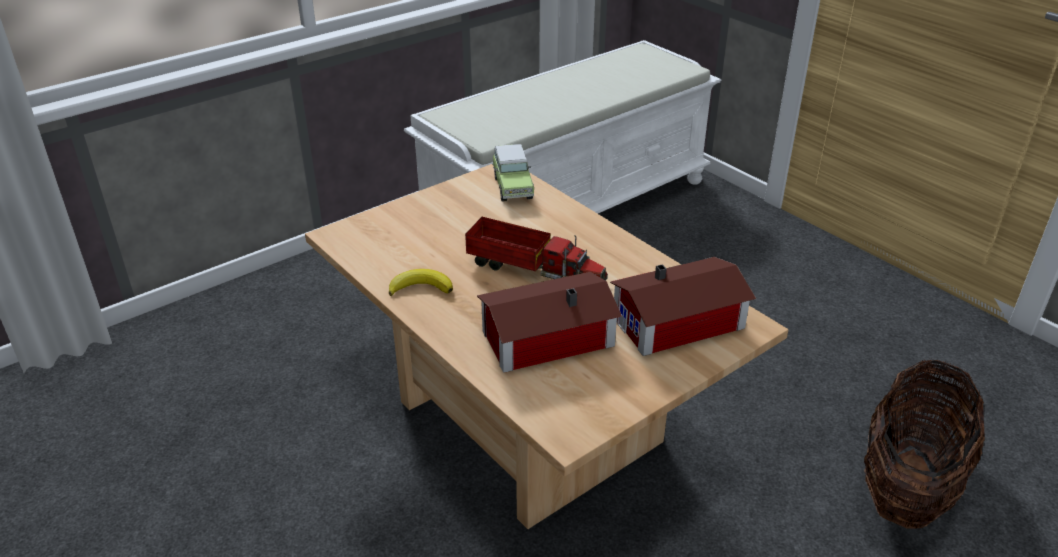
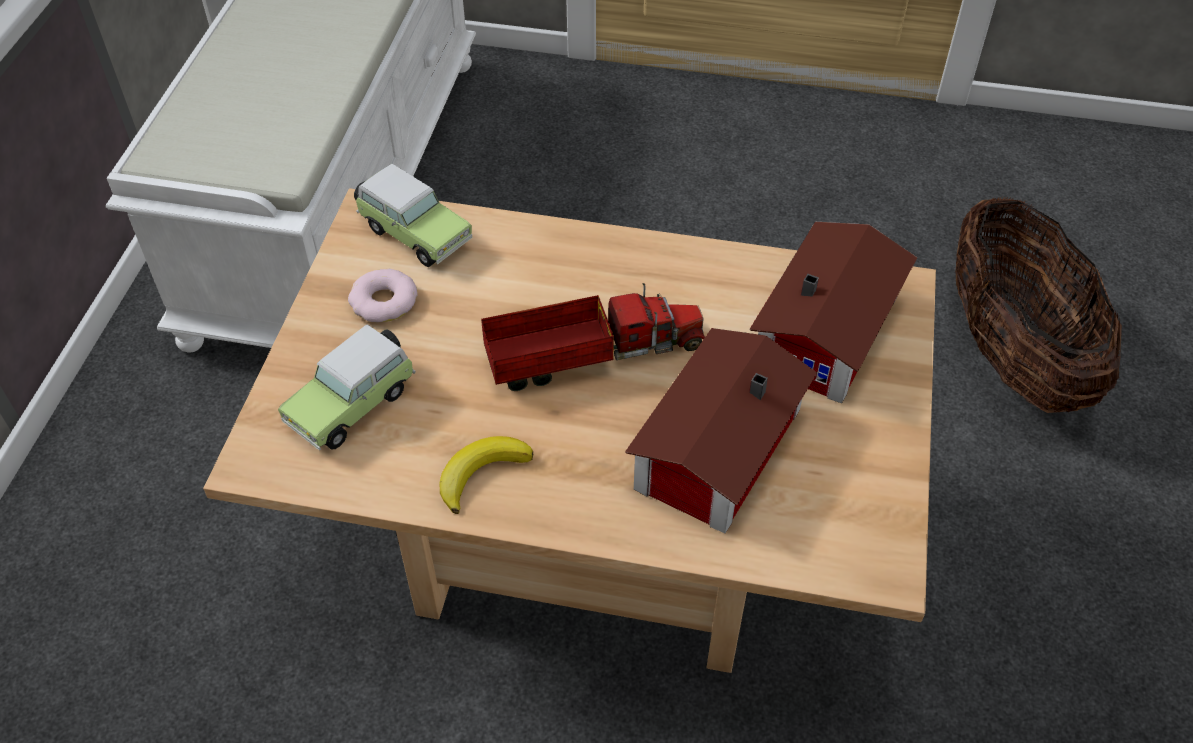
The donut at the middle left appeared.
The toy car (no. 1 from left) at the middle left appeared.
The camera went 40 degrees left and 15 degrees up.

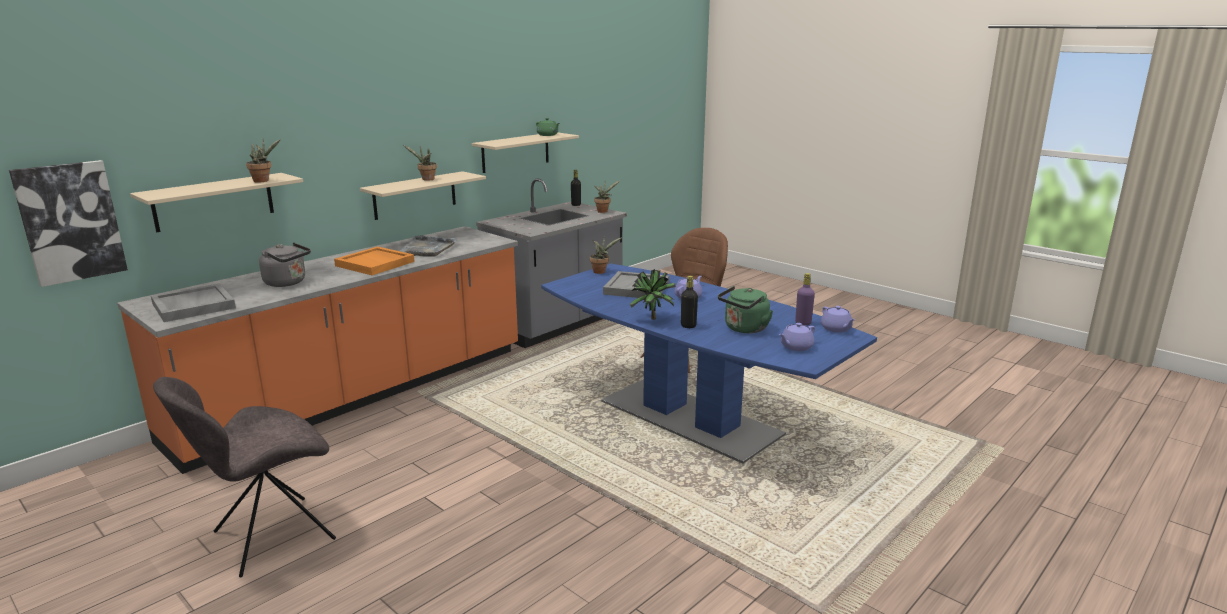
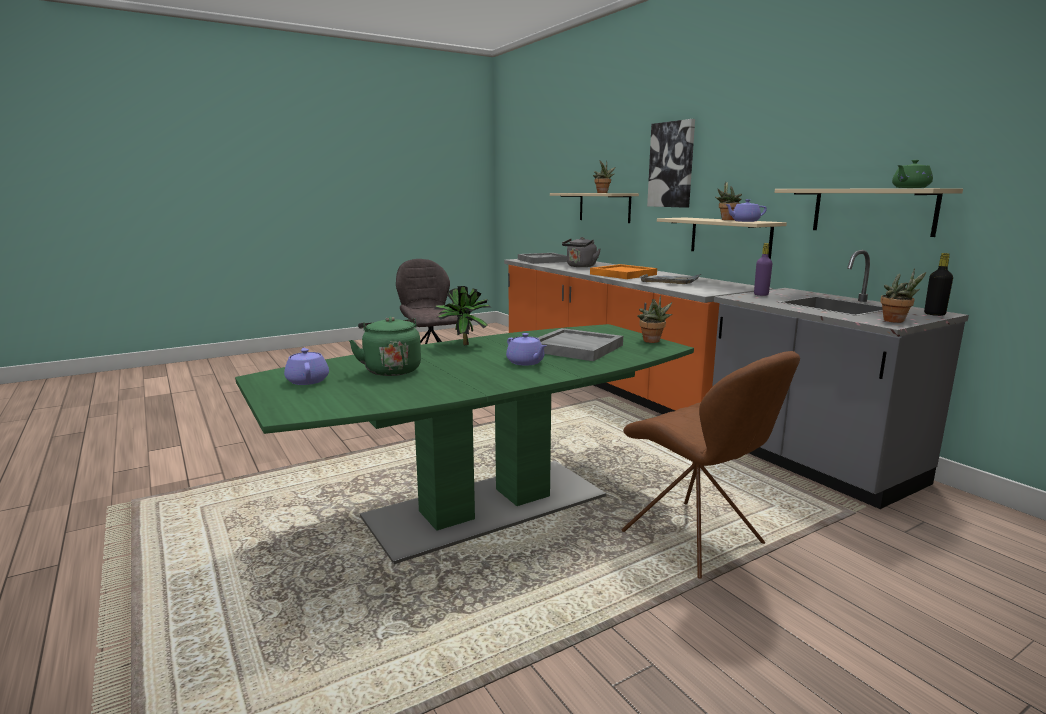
The picture moved from the middle left to the top centre.
The dining table/blue at the centre became the dining table/green at the centre.
The bottle/purple moved from the centre to the middle right.
The bottle/black (no. 2 from left) at the centre disappeared.
The teapot/purple (no. 3 from left) moved from the middle right to the top right.
The camera went 105 degrees right and 5 degrees down.

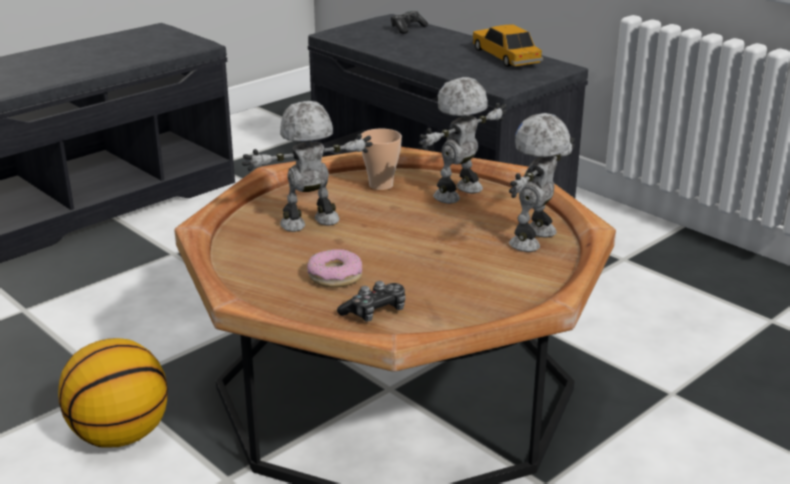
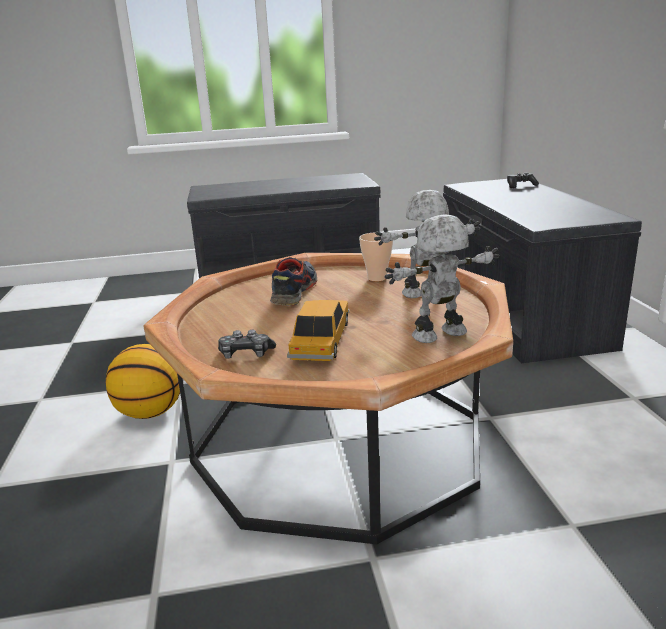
The toy car moved from the top centre to the centre.
The toy robot (no. 1 from left) at the centre was replaced by the shoe at the centre.
The donut at the centre disappeared.
The camera went 35 degrees right and 5 degrees down.

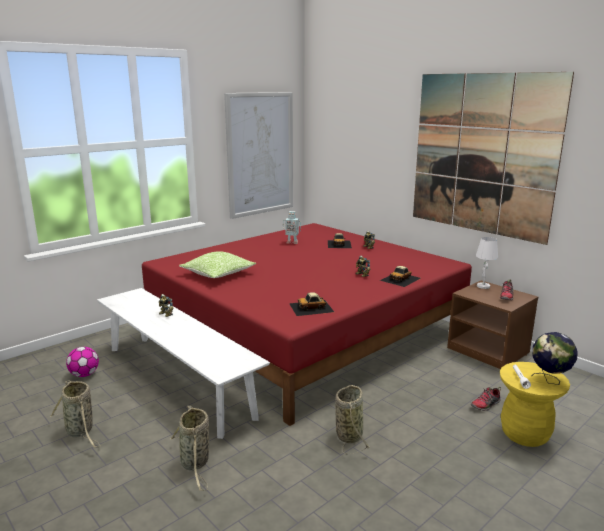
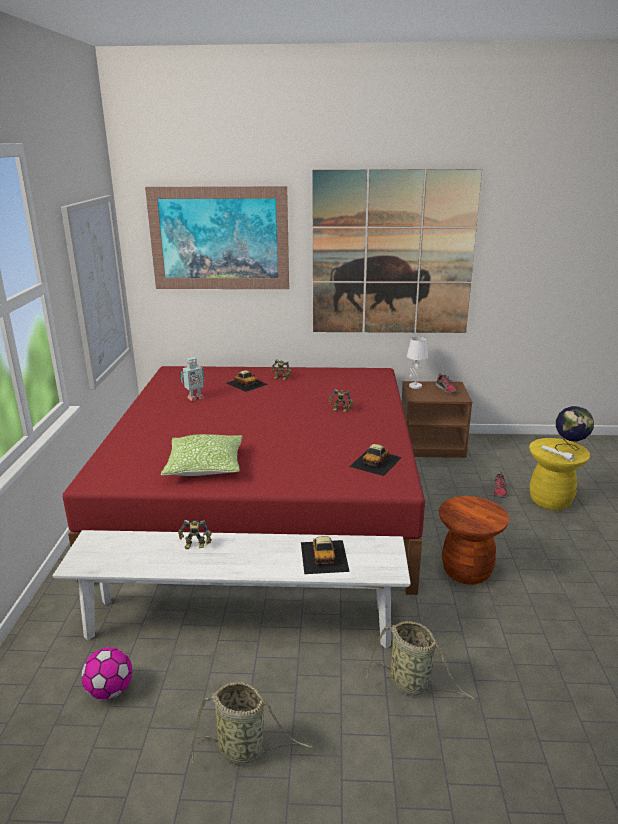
The toy car (no. 3 from left in the first image) moved from the centre to the bottom centre.
The basket (no. 3 from left) at the bottom centre was replaced by the stool/brown at the middle right.
The picture (no. 2 from left) at the top centre appeared.
The camera went 45 degrees left and 5 degrees up.

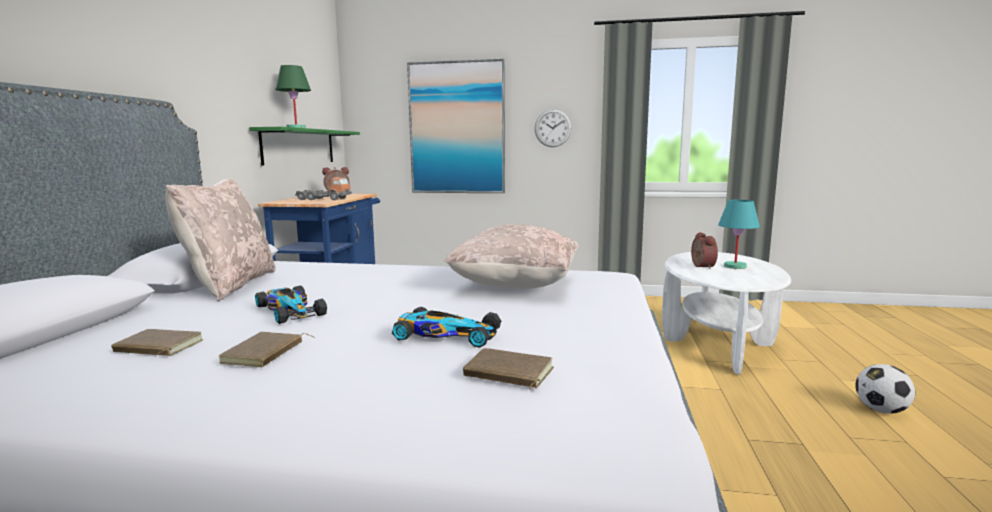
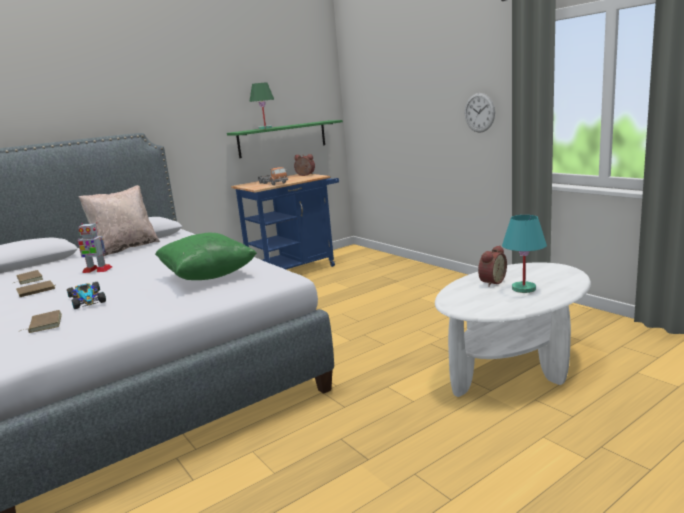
The picture at the top centre disappeared.
The pillow/beige (no. 2 from left) at the centre became the pillow/green at the middle left.
The toy car (no. 1 from left) at the middle left was replaced by the toy robot at the middle left.
The football at the bottom right disappeared.
The camera went 45 degrees right and 5 degrees up.

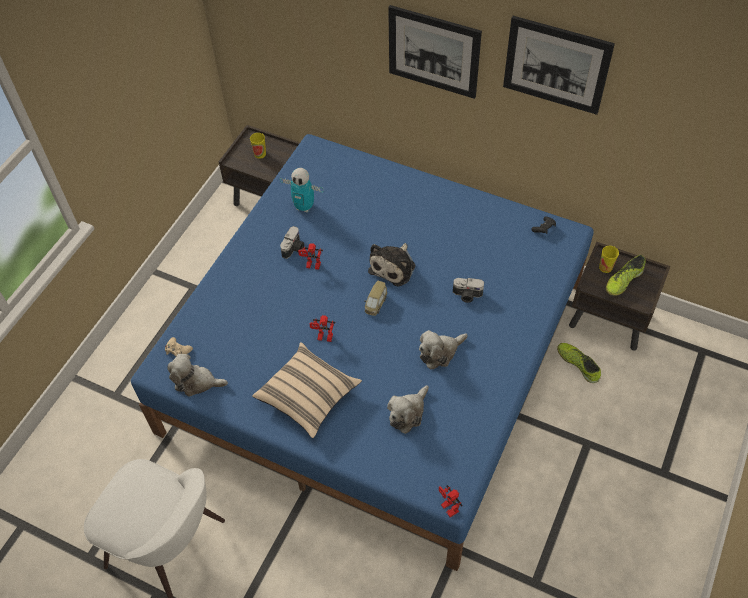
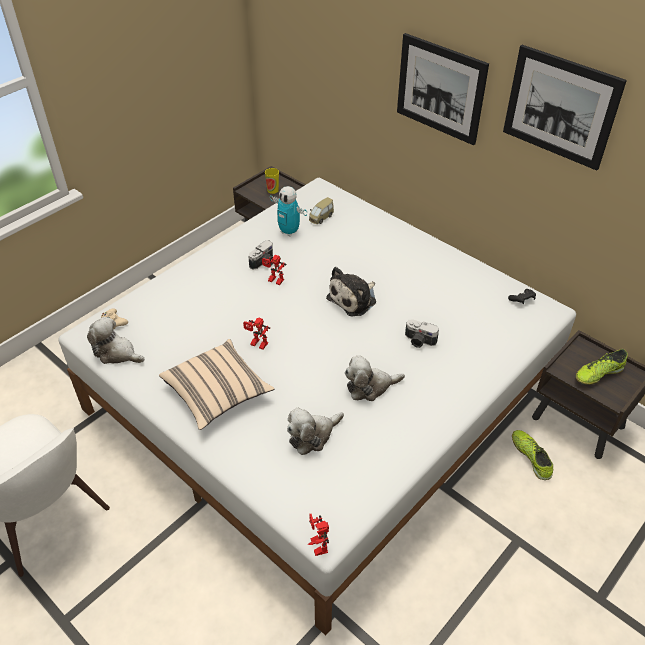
The bed/blue at the centre became the bed/white at the centre.
The cup (no. 2 from left) at the middle right disappeared.
The toy car moved from the centre to the top centre.
The camera went 15 degrees right and 10 degrees down.

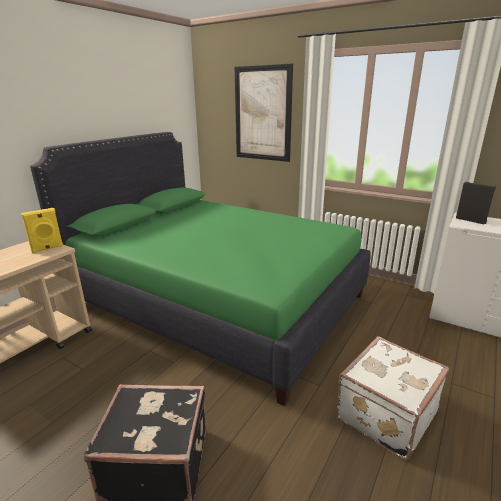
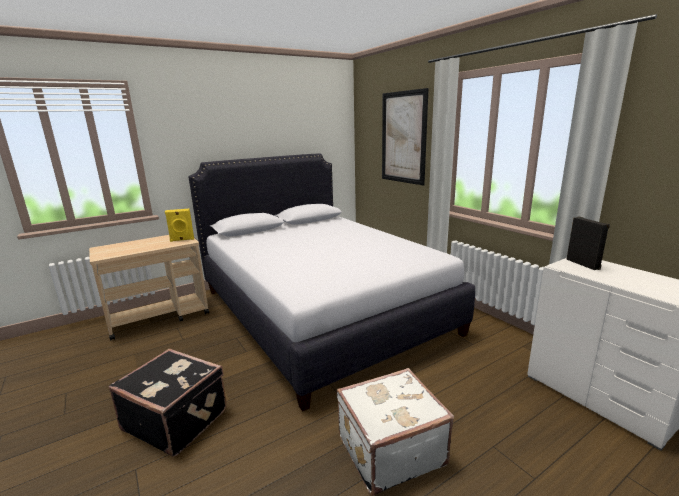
The bed/green at the centre became the bed/white at the centre.
The camera went 25 degrees right and 5 degrees down.

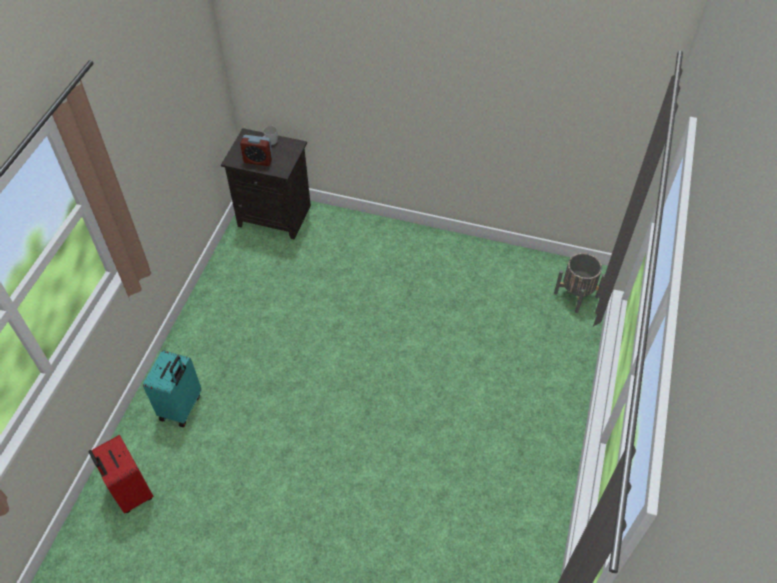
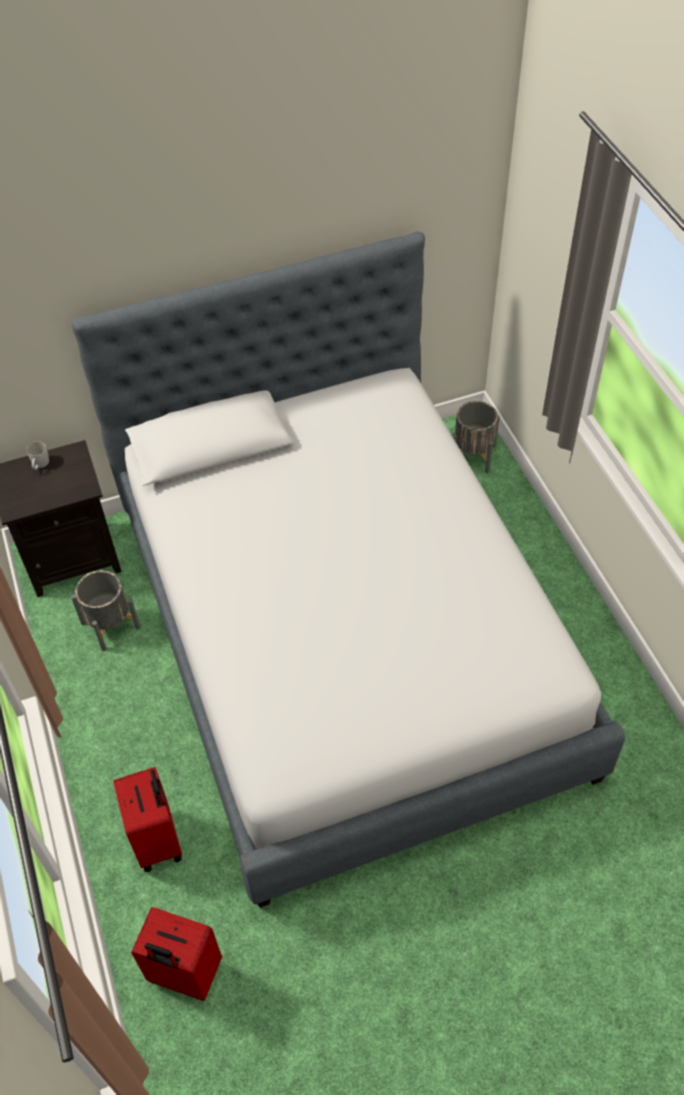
The alarm clock at the top left disappeared.
The suitcase/turquoise at the middle left became the suitcase/red (no. 1 from left) at the bottom left.
The bed at the centre appeared.
The planter/grey (no. 1 from left) at the middle left appeared.
The camera went 35 degrees left and 0 degrees up.

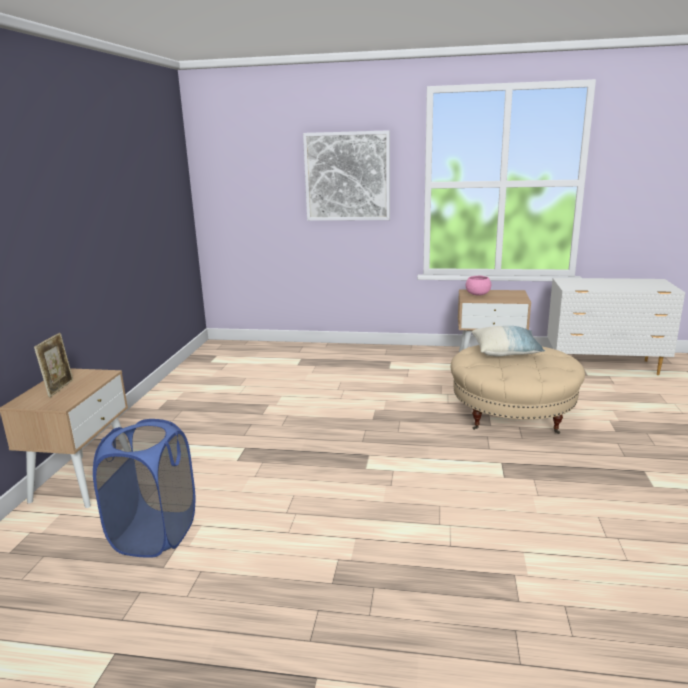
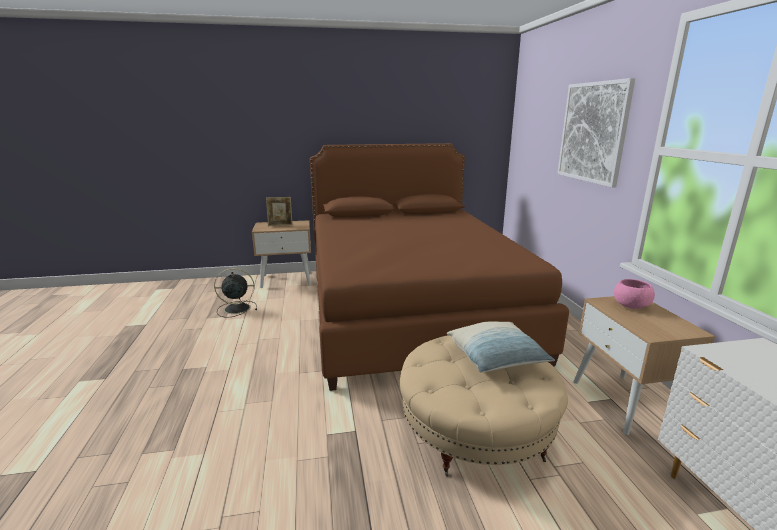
The laundry basket/blue at the bottom left was replaced by the fan/black at the middle left.
The bed/brown at the centre appeared.
The camera went 70 degrees right and 0 degrees up.

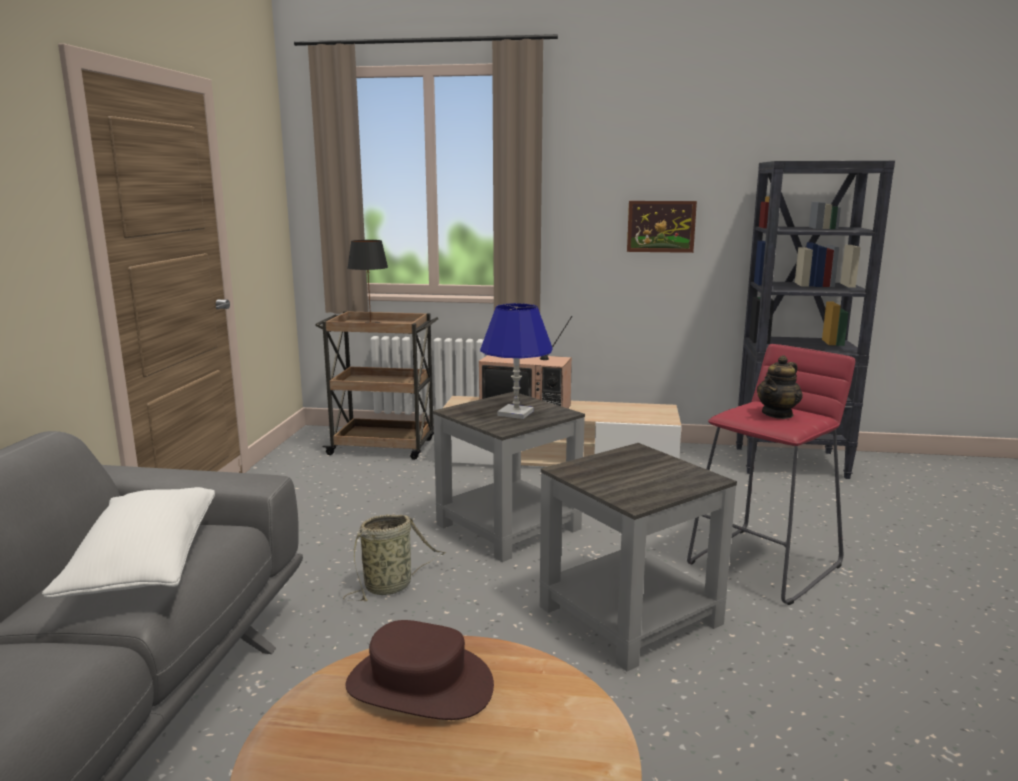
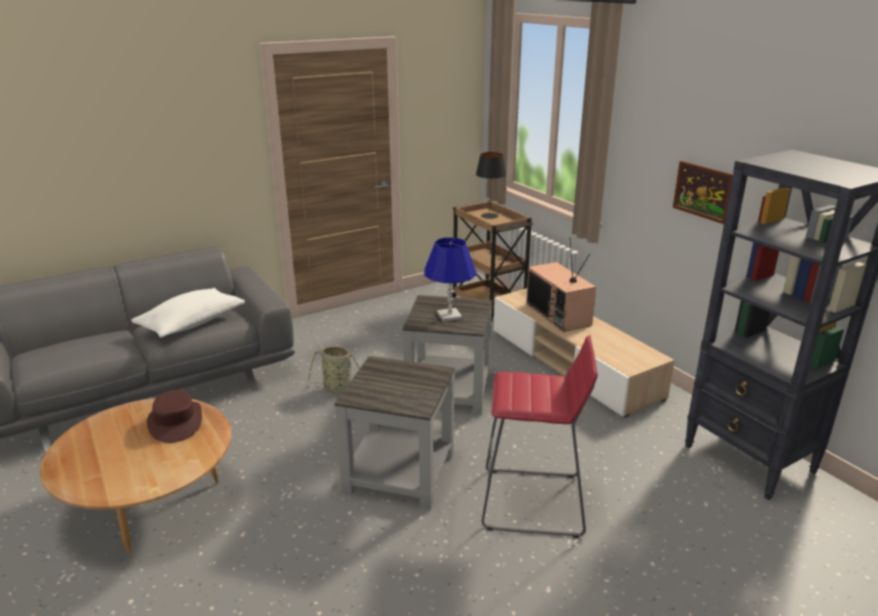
The teapot at the middle right disappeared.
The camera went 50 degrees right and 10 degrees up.

